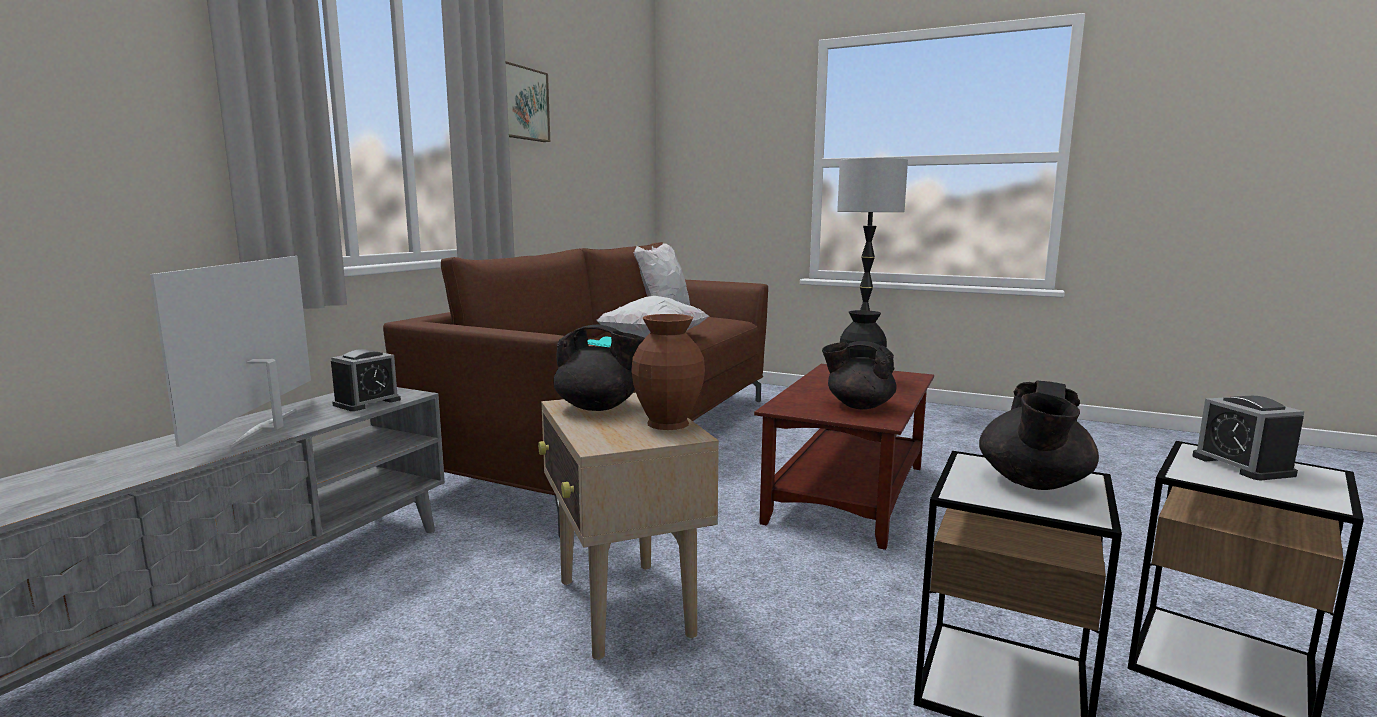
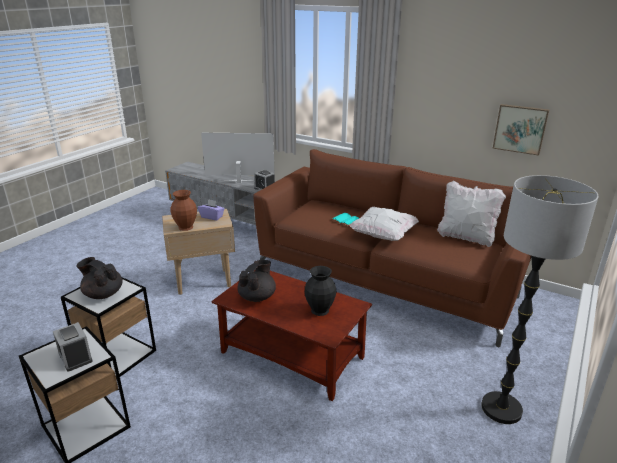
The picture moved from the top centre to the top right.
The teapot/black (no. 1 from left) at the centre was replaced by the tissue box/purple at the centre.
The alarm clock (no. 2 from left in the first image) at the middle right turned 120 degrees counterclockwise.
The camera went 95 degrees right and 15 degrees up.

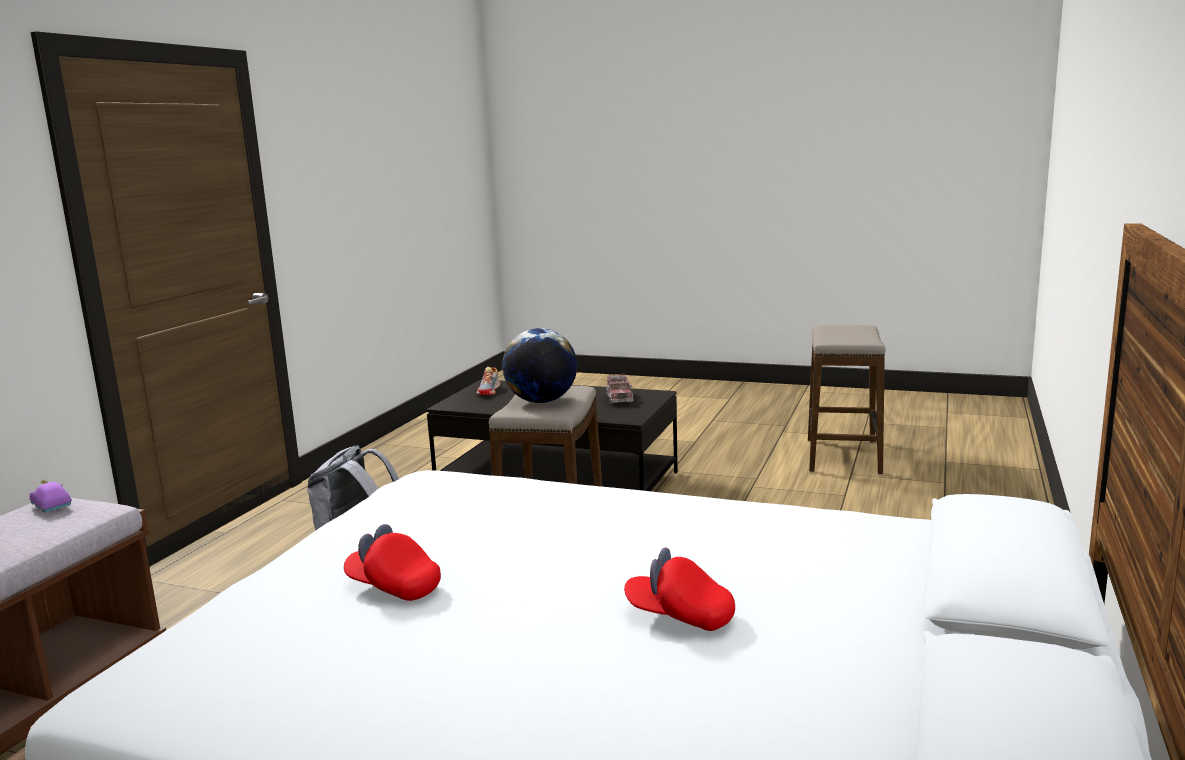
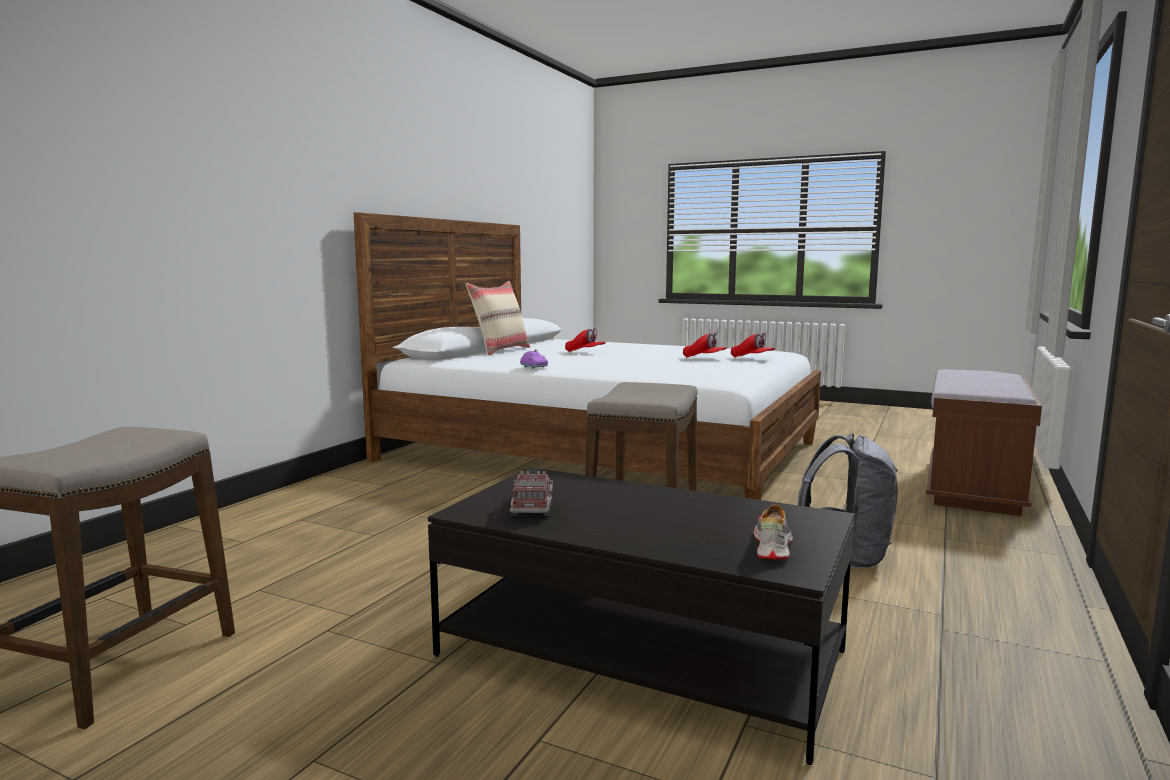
The globe at the centre disappeared.
The toy car/purple moved from the middle left to the centre.
The pillow/beige at the centre appeared.
The cap/red (no. 3 from left) at the centre appeared.
The camera went 175 degrees left and 5 degrees down.

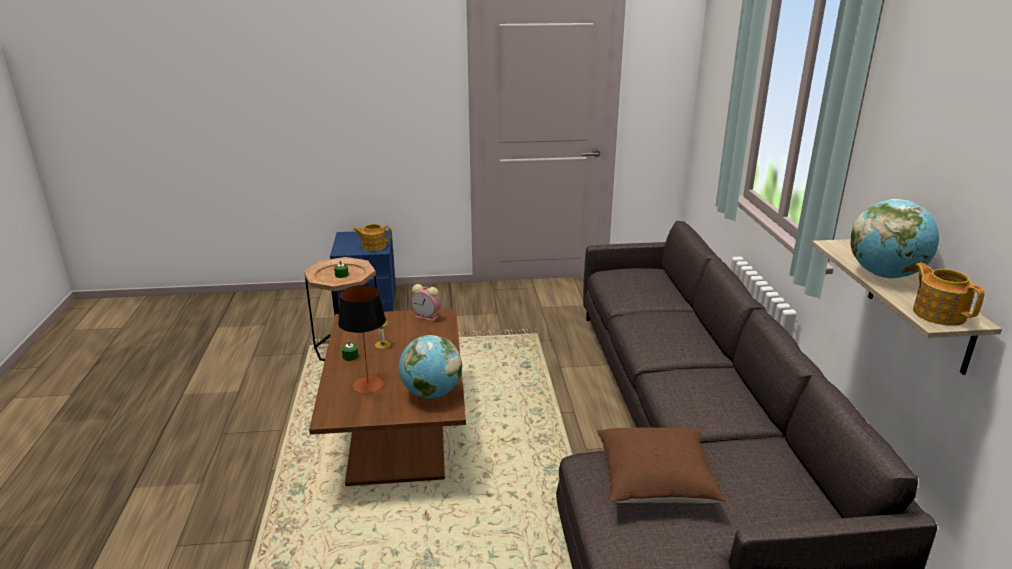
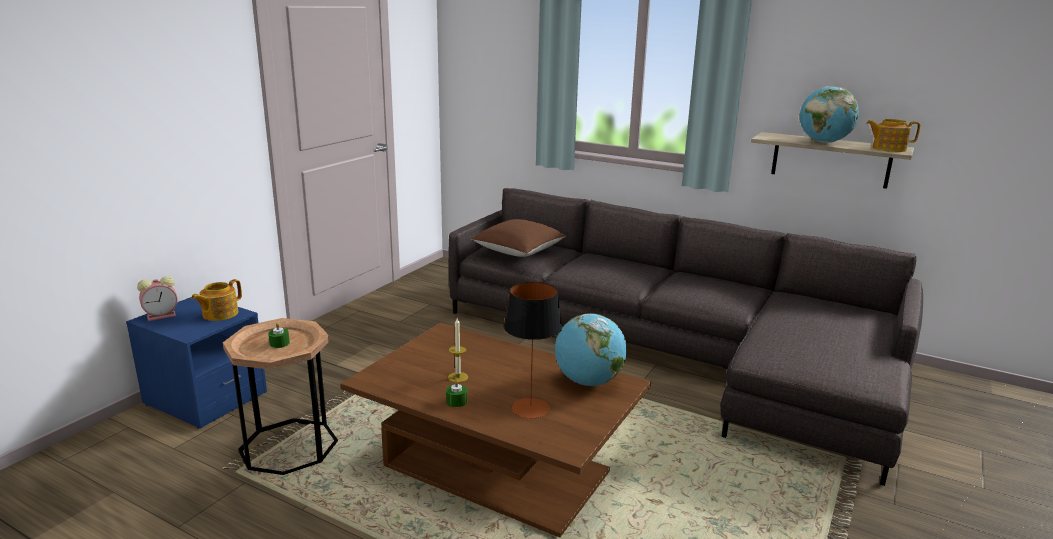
The alarm clock moved from the centre to the middle left.
The pillow/brown moved from the bottom centre to the centre.
The camera went 55 degrees left and 5 degrees down.

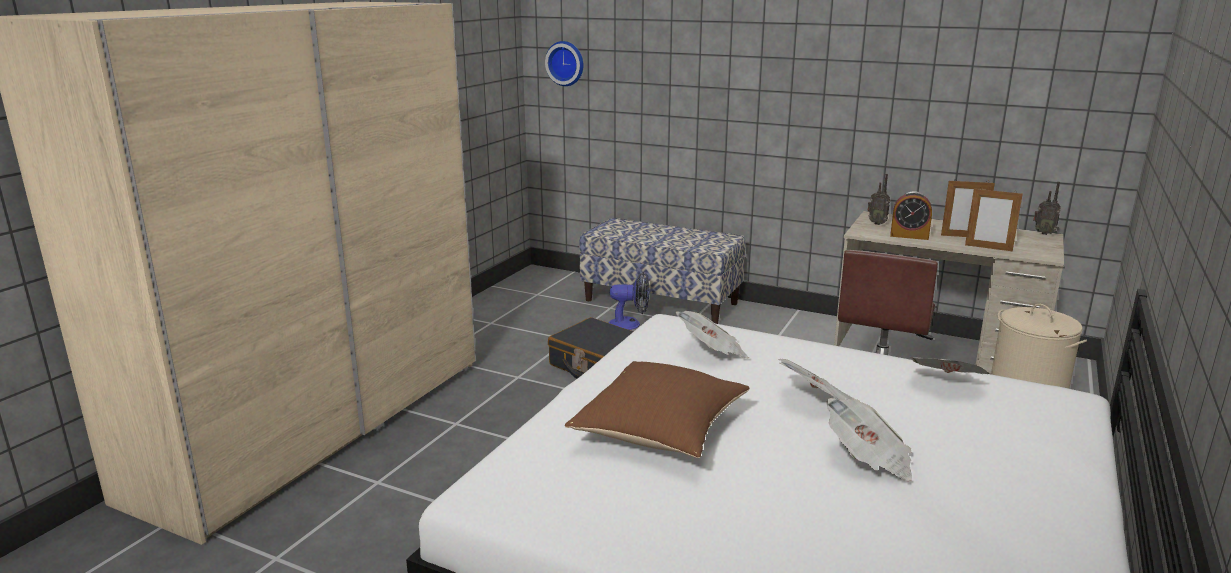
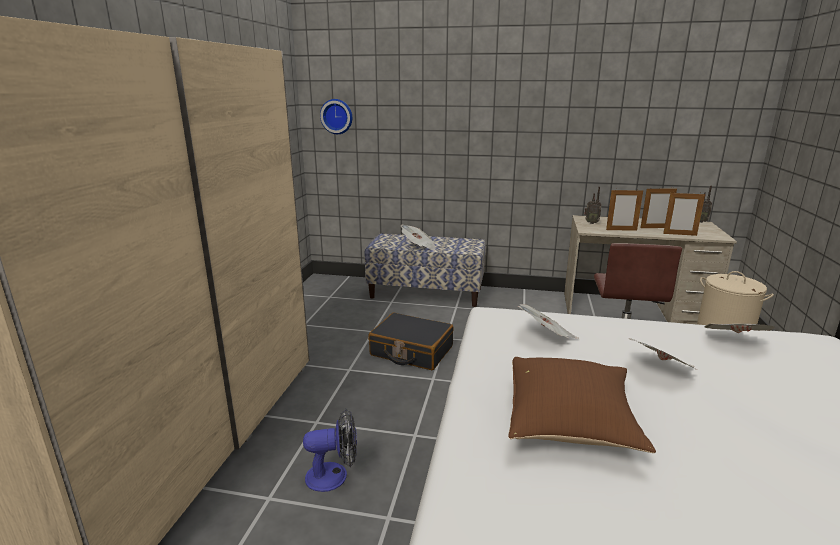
The alarm clock at the middle right was replaced by the picture frame (no. 1 from left) at the middle right.
The fan moved from the centre to the bottom centre.
The newspaper (no. 3 from left in the first image) moved from the bottom right to the centre.
The camera went 15 degrees left and 0 degrees up.

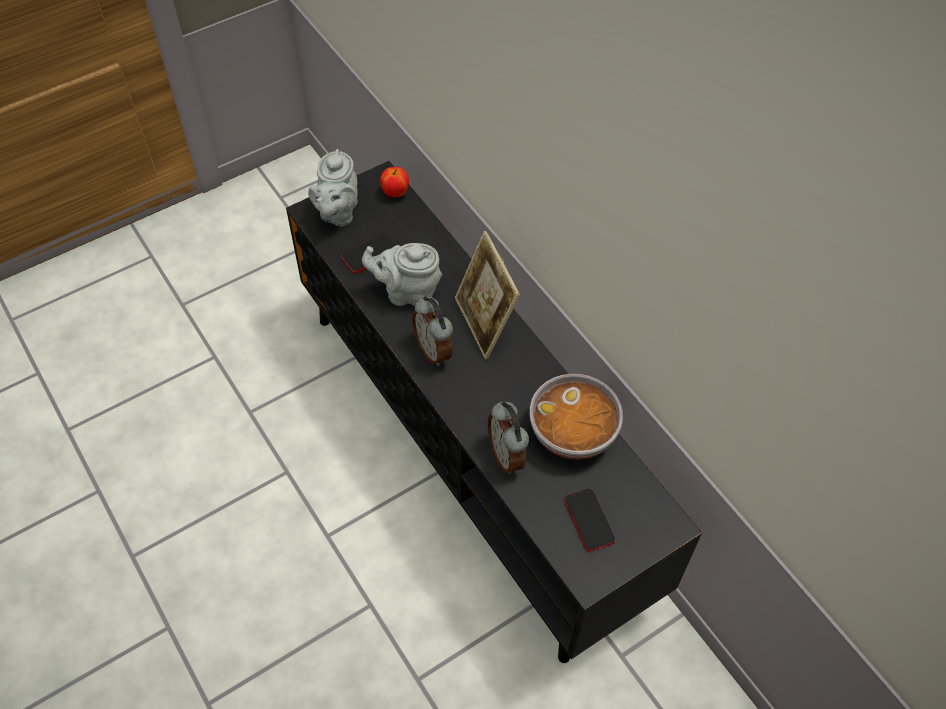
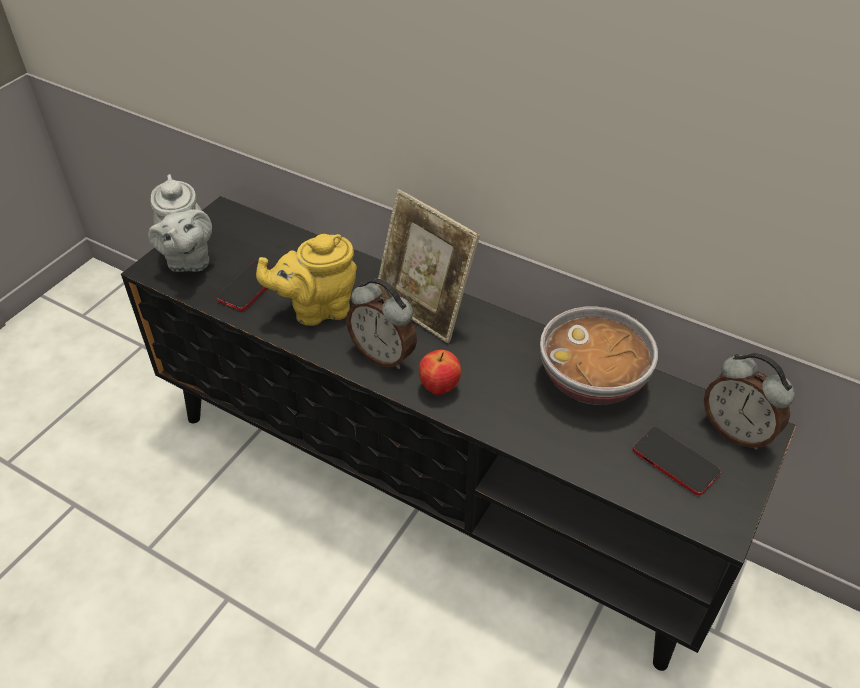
The apple moved from the top centre to the centre.
The teapot/grey (no. 2 from left) at the centre became the teapot/yellow at the centre.
The alarm clock (no. 2 from left) moved from the centre to the middle right.
The camera went 25 degrees left and 10 degrees down.

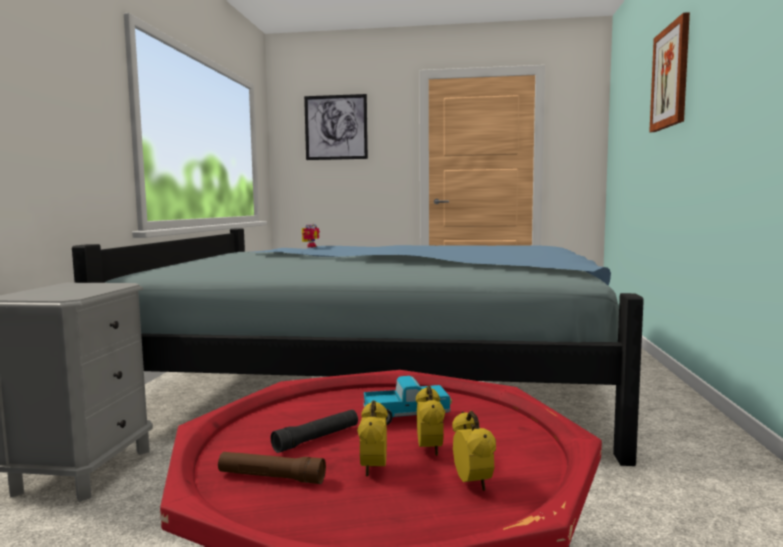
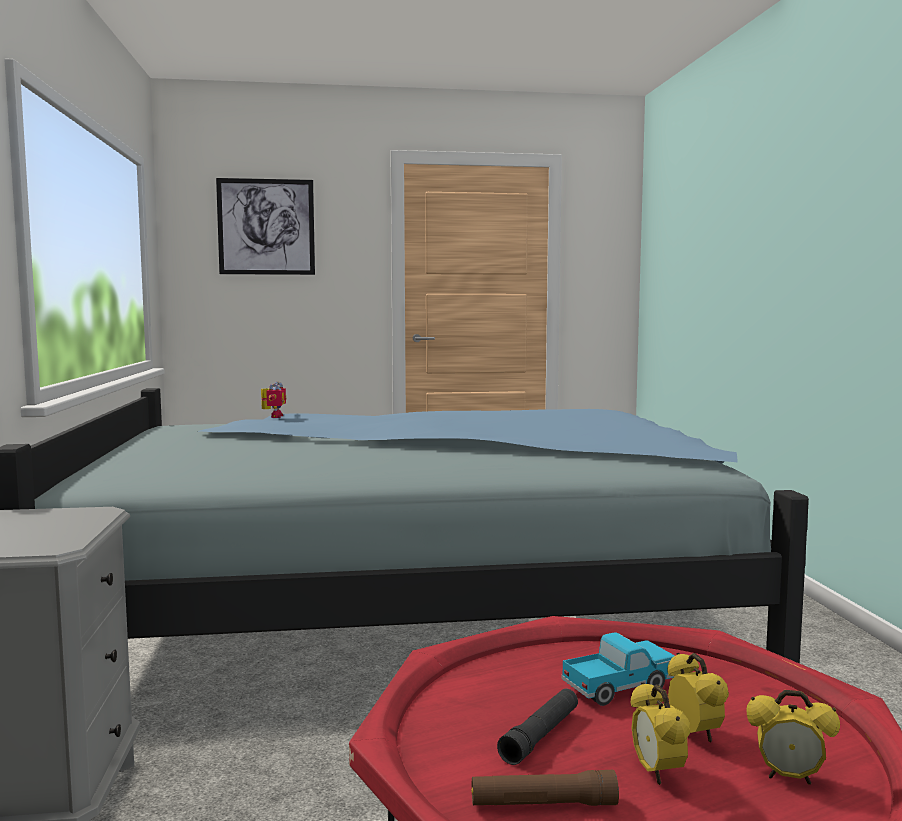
The picture (no. 2 from left) at the top right disappeared.
The alarm clock (no. 3 from left) at the bottom centre turned 135 degrees clockwise.
The camera went 15 degrees left and 0 degrees up.

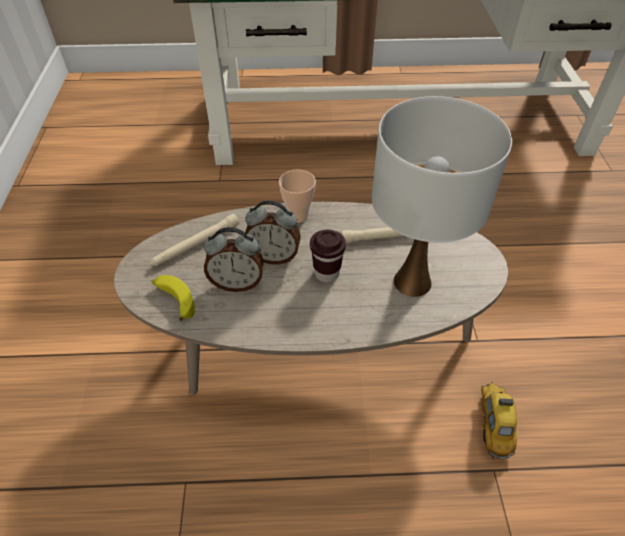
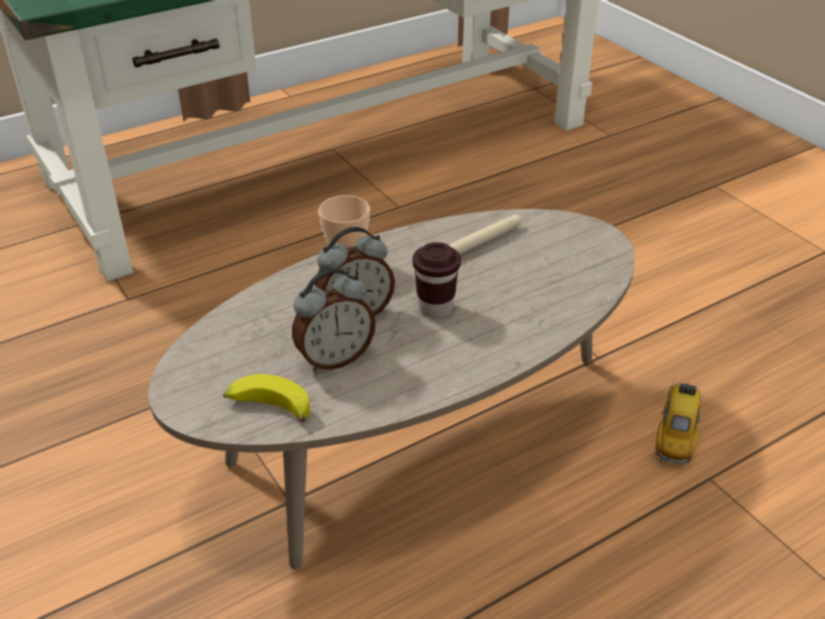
The table lamp/white at the middle right disappeared.
The flashlight/beige (no. 1 from left) at the middle left disappeared.
The toy car at the bottom right turned 45 degrees clockwise.
The camera went 30 degrees left and 10 degrees down.

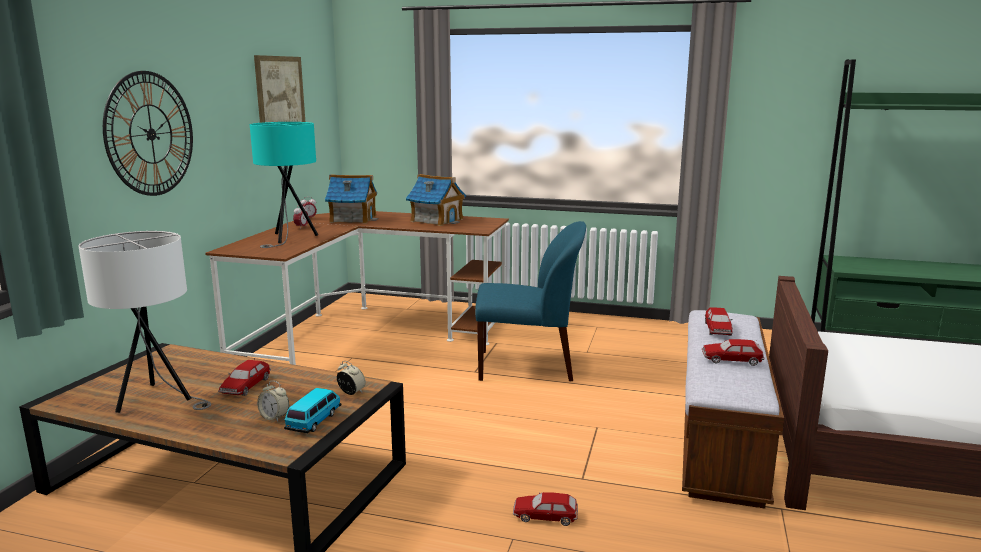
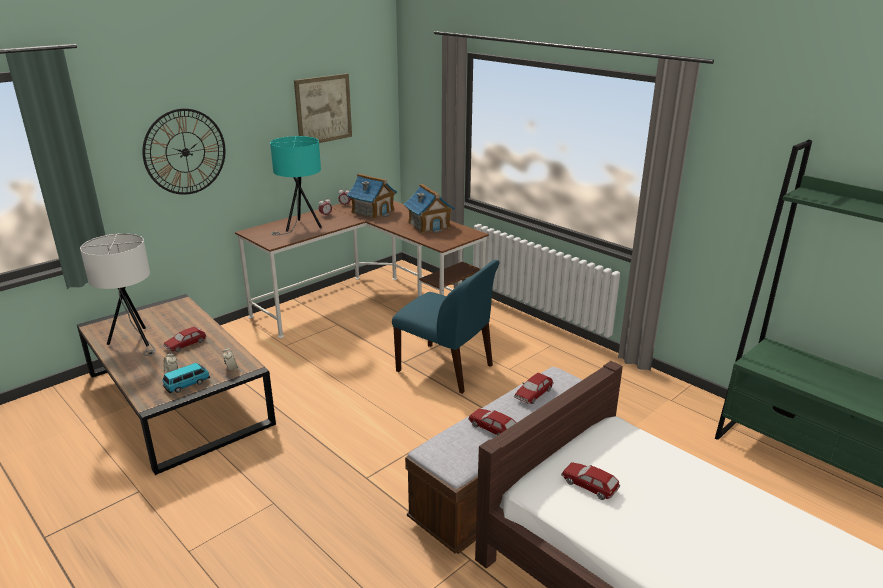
The toy car (no. 3 from left in the first image) moved from the bottom centre to the bottom right.
The camera went 30 degrees right and 10 degrees up.

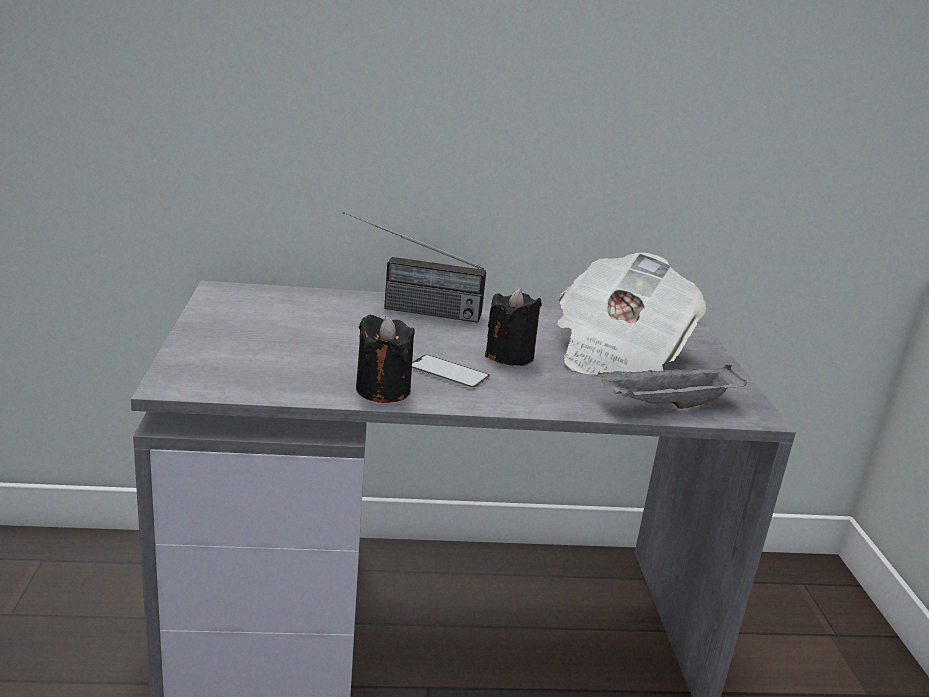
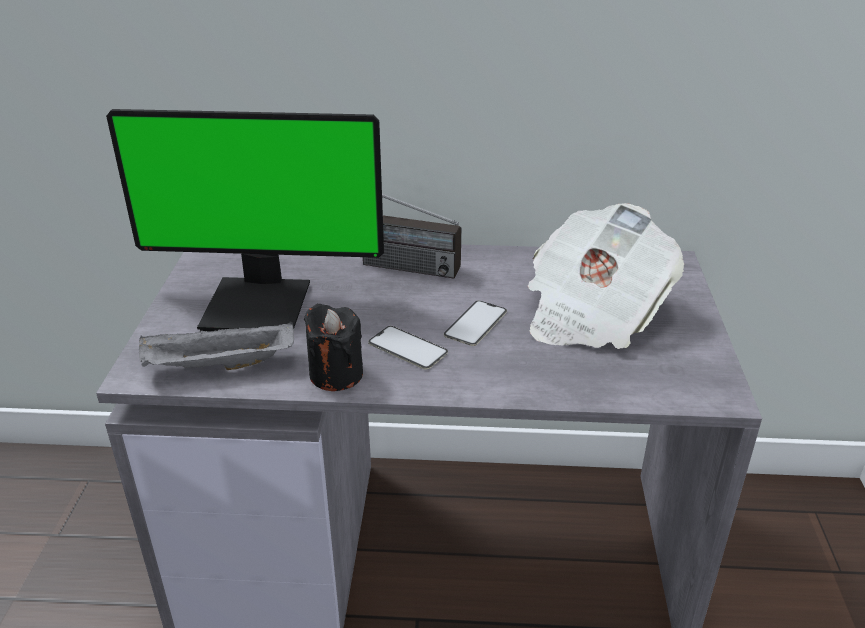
The candle/black (no. 2 from left) at the centre was replaced by the phone (no. 2 from left) at the centre.
The tray/grey moved from the middle right to the middle left.
The monitor at the middle left appeared.
The camera went 10 degrees right and 10 degrees up.

